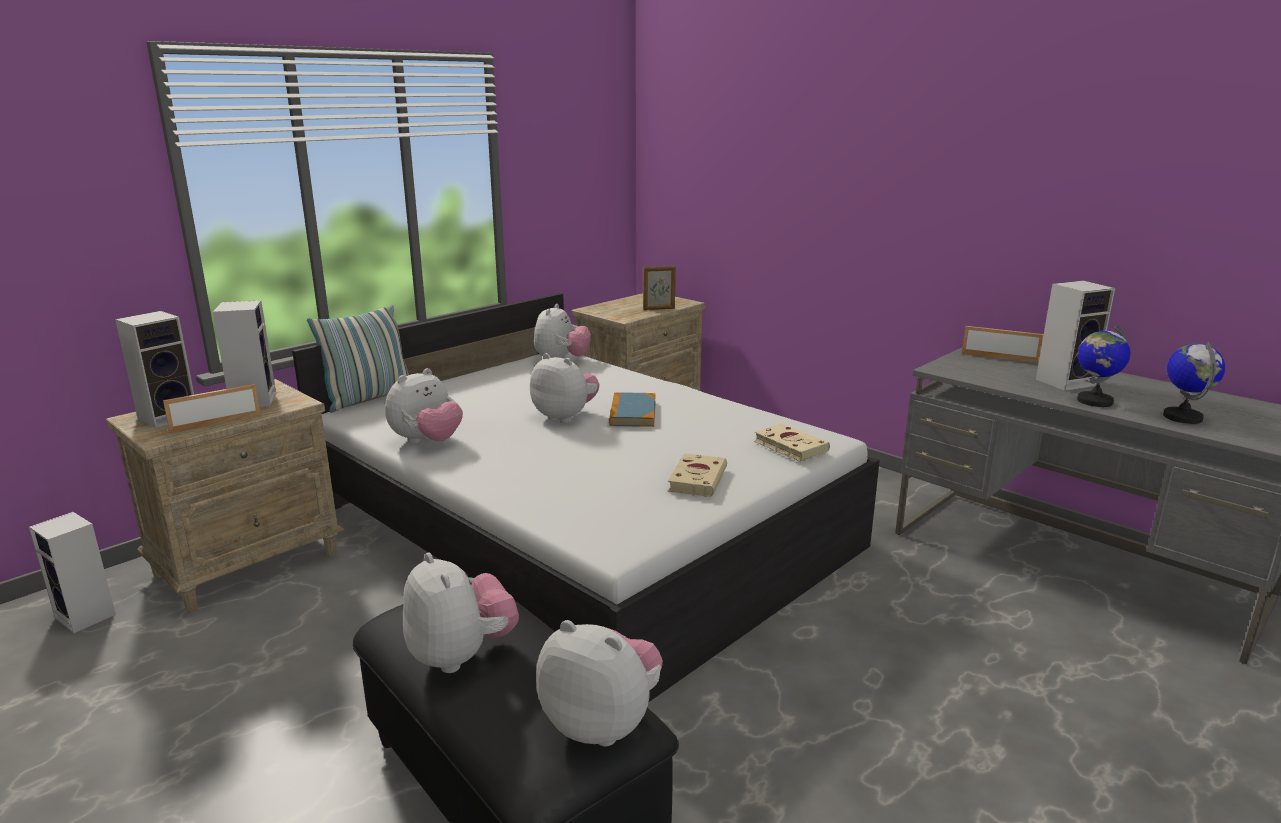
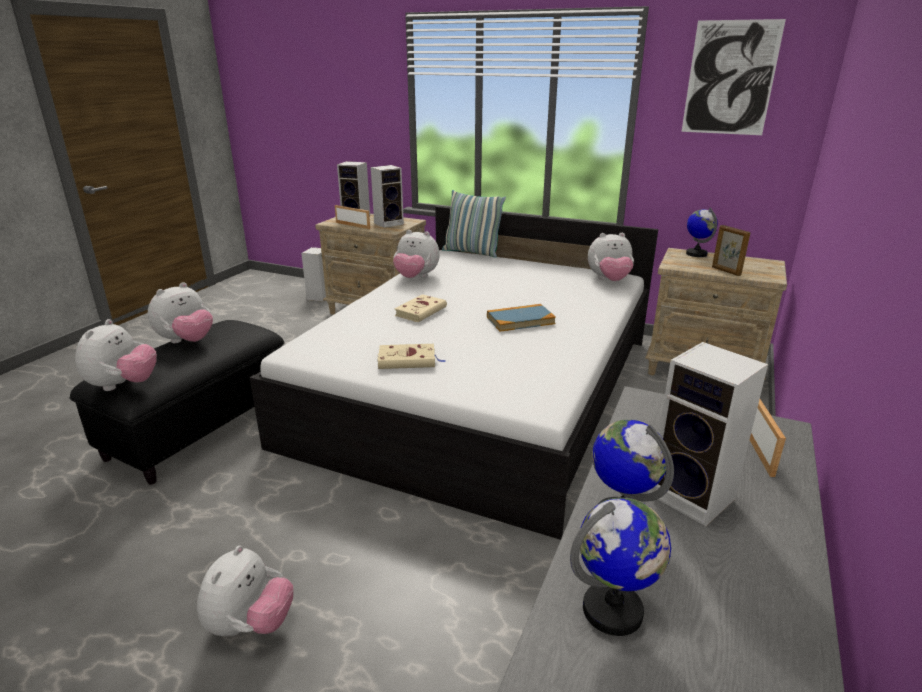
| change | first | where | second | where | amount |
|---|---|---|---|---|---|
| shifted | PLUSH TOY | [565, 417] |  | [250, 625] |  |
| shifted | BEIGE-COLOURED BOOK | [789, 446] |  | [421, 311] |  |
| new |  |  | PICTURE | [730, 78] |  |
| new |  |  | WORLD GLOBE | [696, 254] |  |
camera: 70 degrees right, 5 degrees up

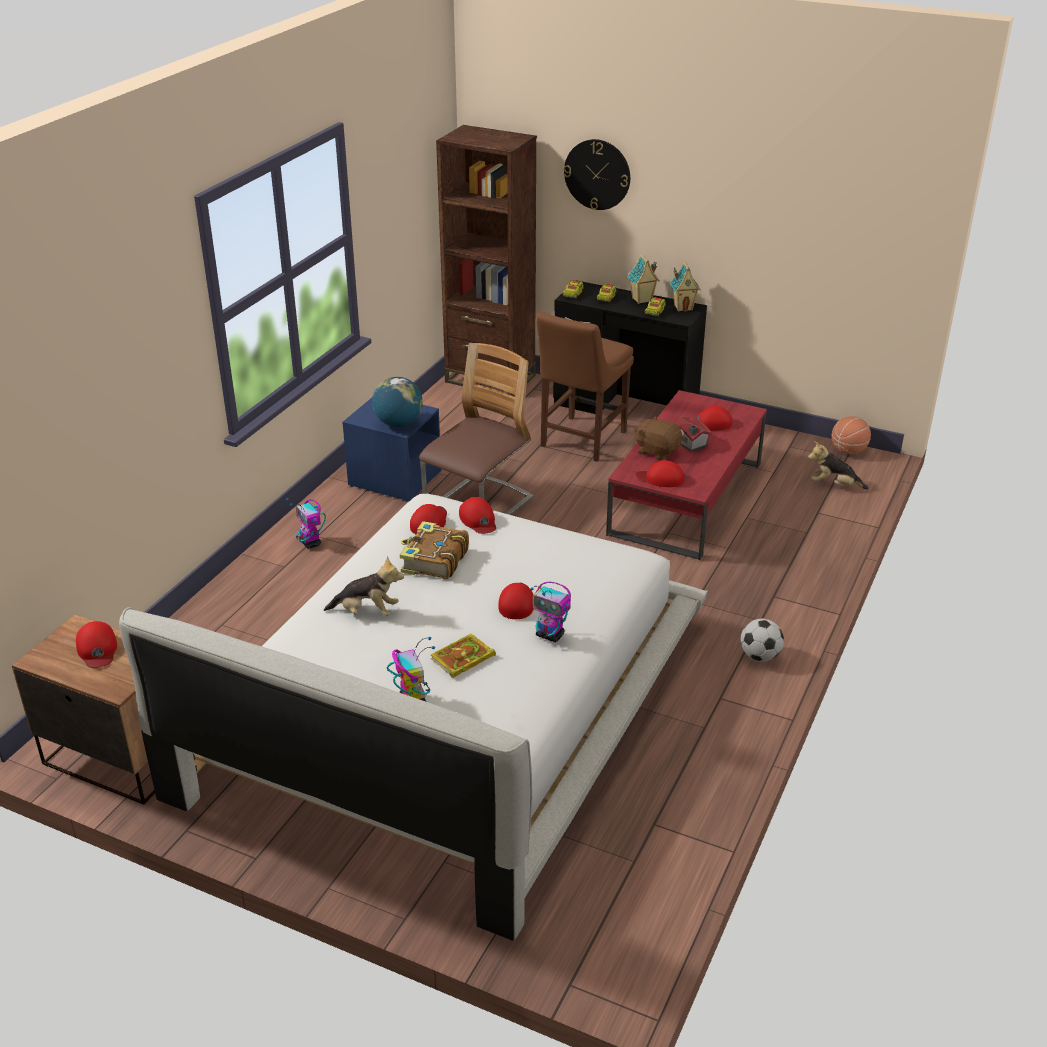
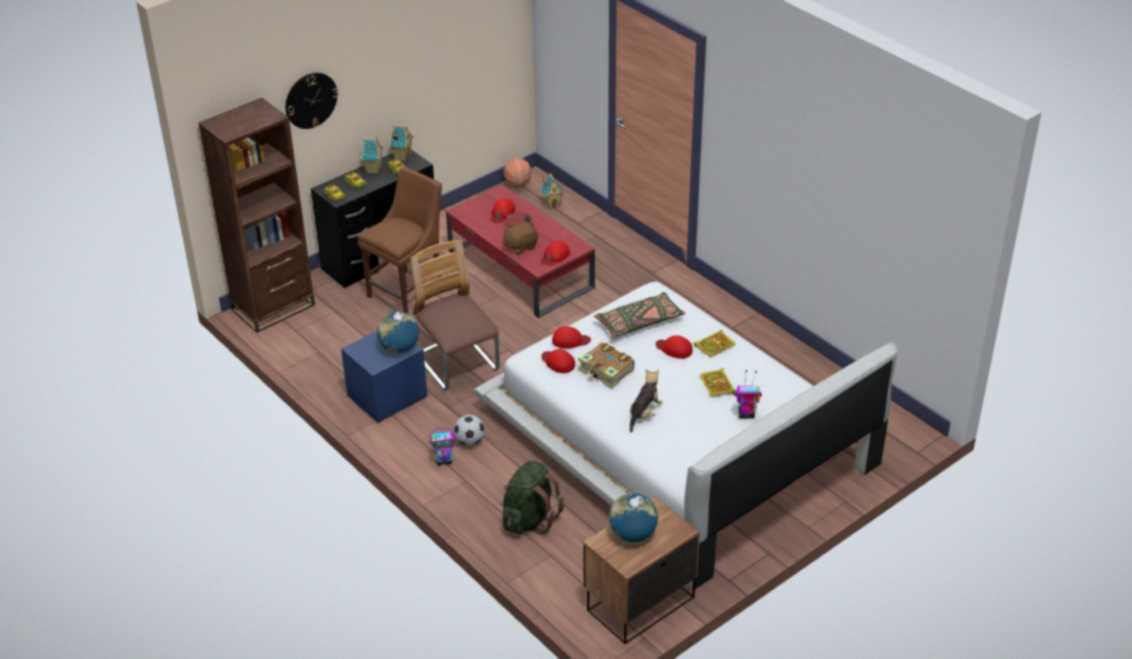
| change | first | where | second | where | amount |
|---|---|---|---|---|---|
| rotated | BROWN UPRIGHT CHAIR | [580, 440] |  | [408, 291] | 105 degrees counterclockwise |
| shifted | FOOTBALL BALL | [759, 656] |  | [470, 441] |  |
| new |  |  | GREEN-COLOURED BACKPACK | [529, 519] |  |
| swapped | PLUSH TOY | [834, 485] | TOY HOUSE | [552, 205] |  |
| new |  |  | GREEN-COLOURED THROW PILLOW | [639, 323] |  |
| swapped | REDDISH BASEBALL CAP | [97, 649] | WORLD GLOBE | [633, 534] |  |
| swapped | ROBOT FIGURE | [550, 635] | BOOK | [715, 345] |  |
camera: 65 degrees left, 5 degrees up

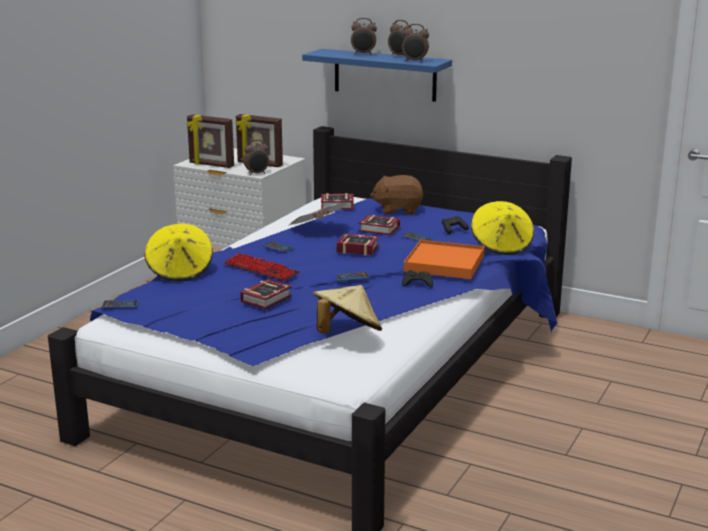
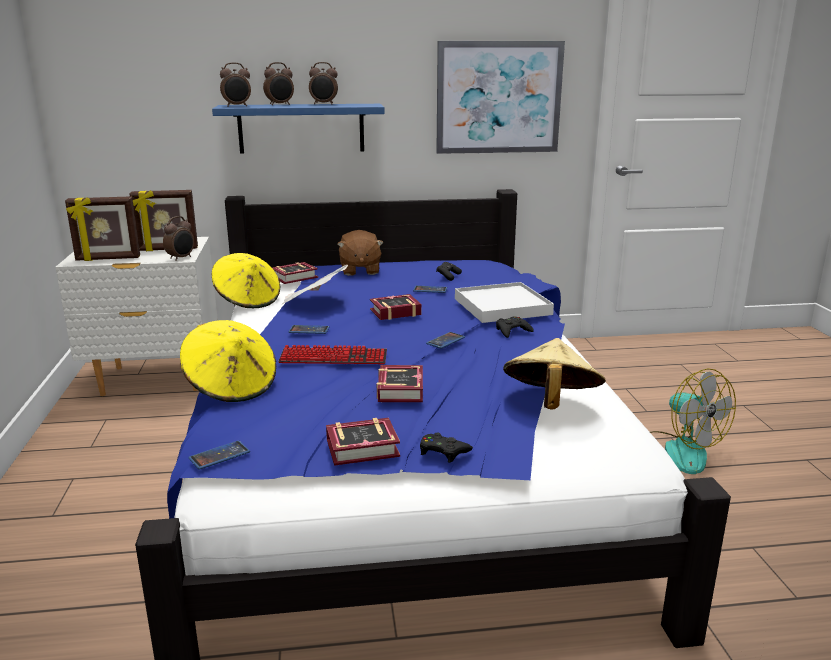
| change | first | where | second | where | amount |
|---|---|---|---|---|---|
| shifted | YELLOW CLOTHING HAT | [501, 246] |  | [248, 301] |  |
| shifted | BEDSIDE CLOCK | [415, 61] |  | [237, 106] |  |
| shifted | BOOK | [380, 230] |  | [366, 449] |  |
| rotated | BROWN PLUSH TOY | [398, 210] |  | [359, 270] | 60 degrees counterclockwise |
| new |  |  | BLACK-COLOURED GAMEPAD | [443, 452] |  |
| new |  |  | PICTURE | [498, 98] |  |
| repainted | ORANGE CARRYING TRAY | [444, 263] | WHITE-COLOURED CARRYING TRAY | [502, 307] |  |
| new |  |  | COOLING FAN | [675, 451] |  |
camera: 35 degrees left, 0 degrees up

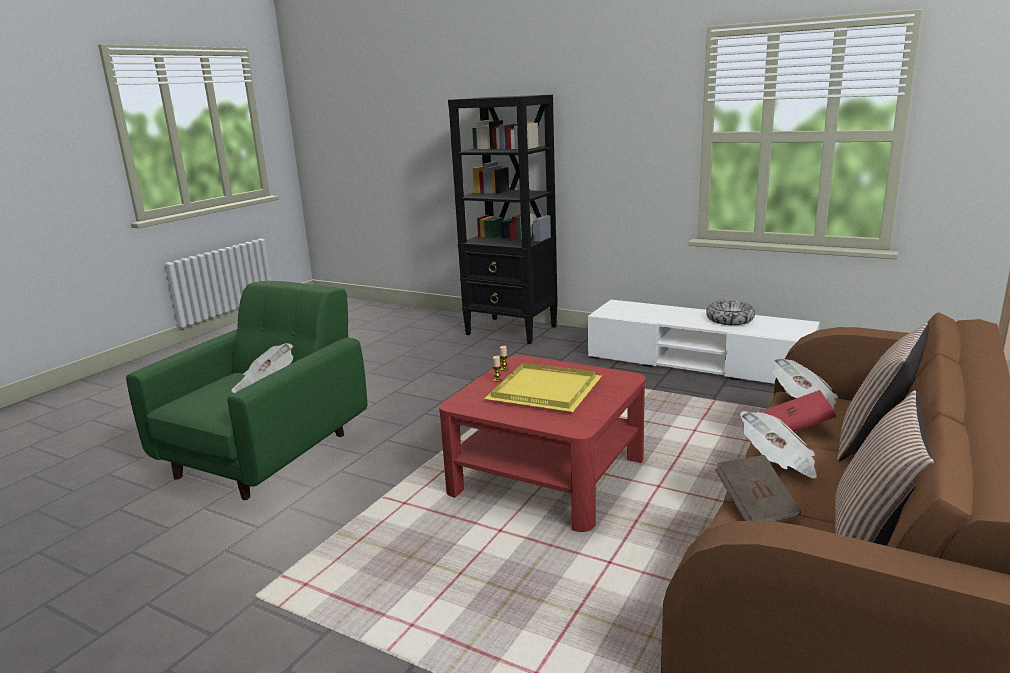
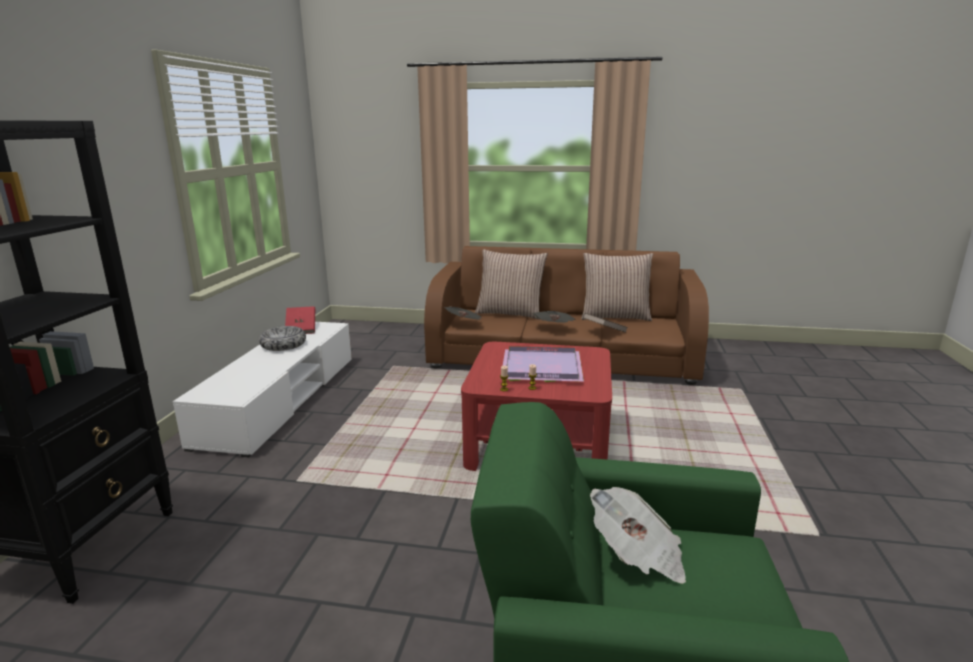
| change | first | where | second | where | amount |
|---|---|---|---|---|---|
| shifted | REDDISH BOOK | [797, 428] |  | [301, 329] |  |
| repainted | YELLOW CARRYING TRAY | [543, 390] | PURPLISH CARRYING TRAY | [540, 368] |  |
camera: 110 degrees left, 0 degrees up

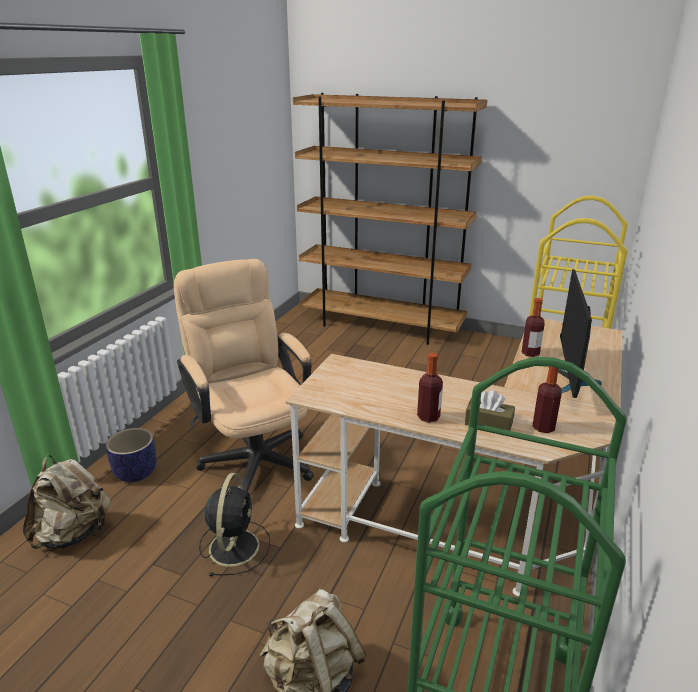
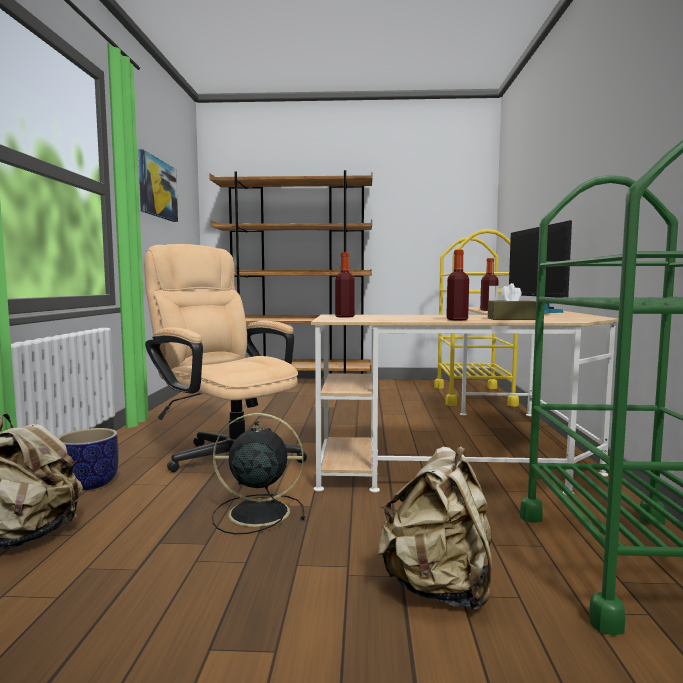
| change | first | where | second | where | amount |
|---|---|---|---|---|---|
| new |  |  | PICTURE | [157, 188] |  |
| rotated | BLACK-COLOURED COOLING FAN | [234, 545] |  | [256, 513] | 75 degrees counterclockwise |
| shifted | BEVERAGE BOTTLE | [543, 427] |  | [344, 317] |  |
camera: 20 degrees left, 20 degrees down

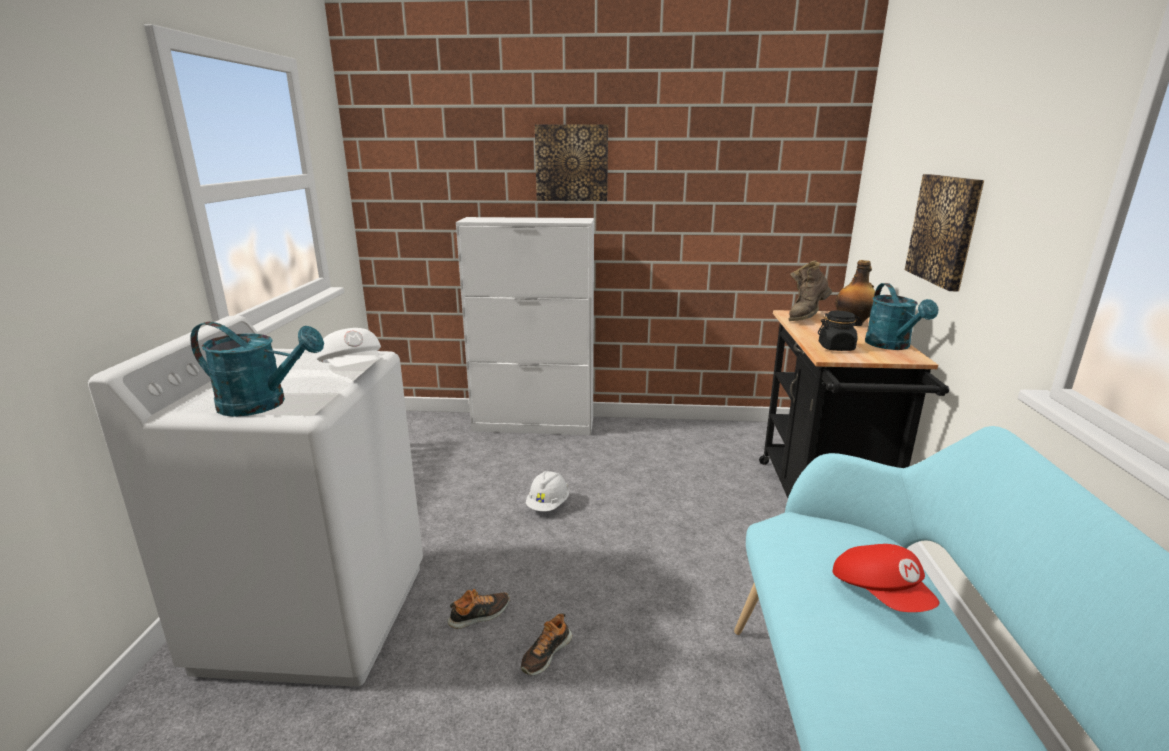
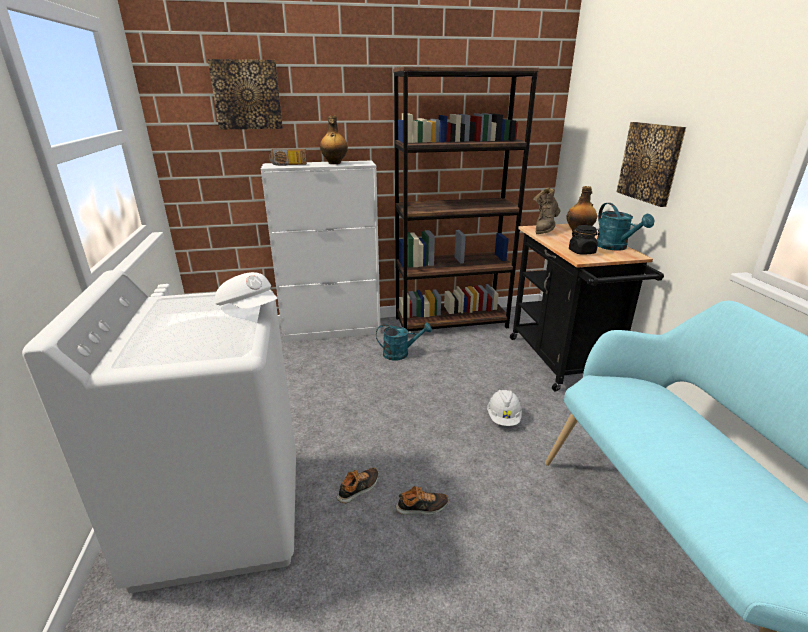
| change | first | where | second | where | amount |
|---|---|---|---|---|---|
| shifted | PICTURE | [572, 163] |  | [247, 95] |  |
| new |  |  | RADIO SET | [288, 165] |  |
| new |  |  | BEVERAGE BOTTLE | [334, 163] |  |
| shifted | TURQUOISE-COLOURED SPRINKLING CAN | [263, 404] |  | [401, 353] |  |
| new |  |  | BROWN BOOKCASE | [451, 322] |  |
| rotated | ITEM OF FOOTWEAR | [545, 653] |  | [422, 507] | 120 degrees counterclockwise |
| shifted | WHITE-COLOURED SAFETY HELMET | [548, 505] |  | [503, 418] |  |
| gone | REDDISH BASEBALL CAP | [881, 594] |  |  |  |
camera: 15 degrees left, 5 degrees up

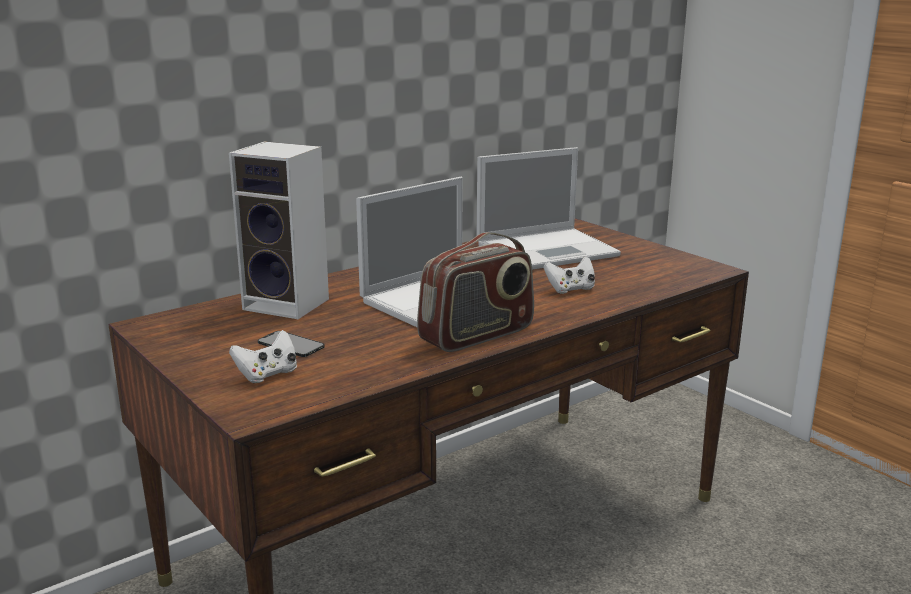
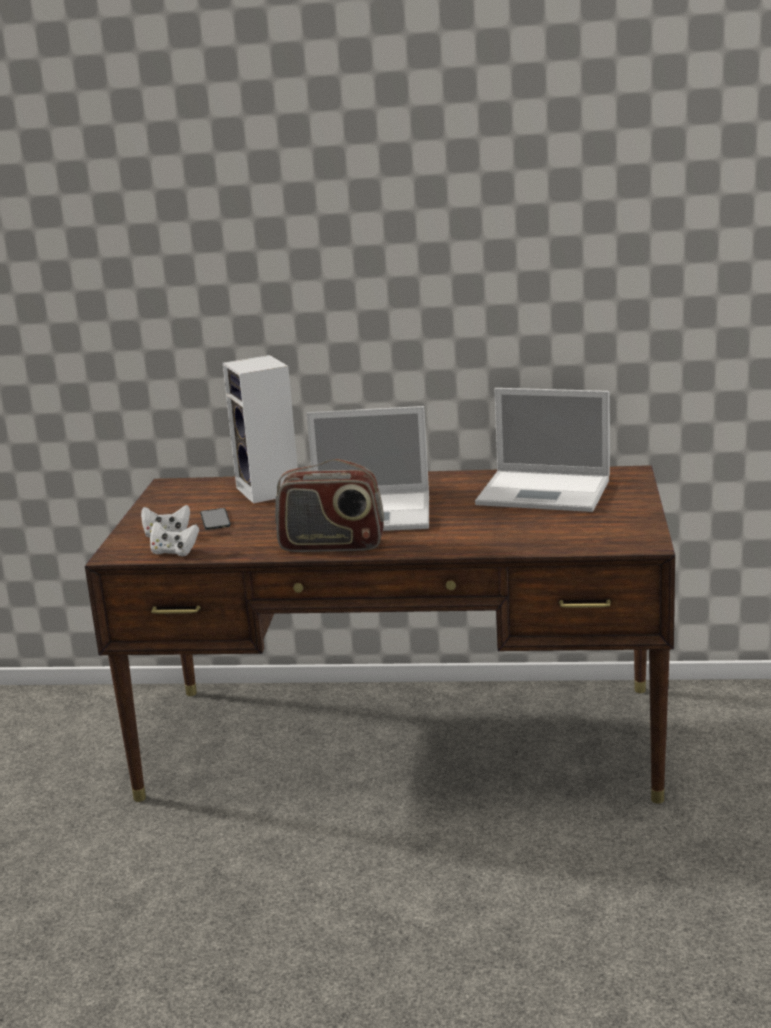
| change | first | where | second | where | amount |
|---|---|---|---|---|---|
| shifted | WHITE-COLOURED GAMEPAD | [570, 289] |  | [174, 552] |  |
camera: 45 degrees right, 0 degrees up

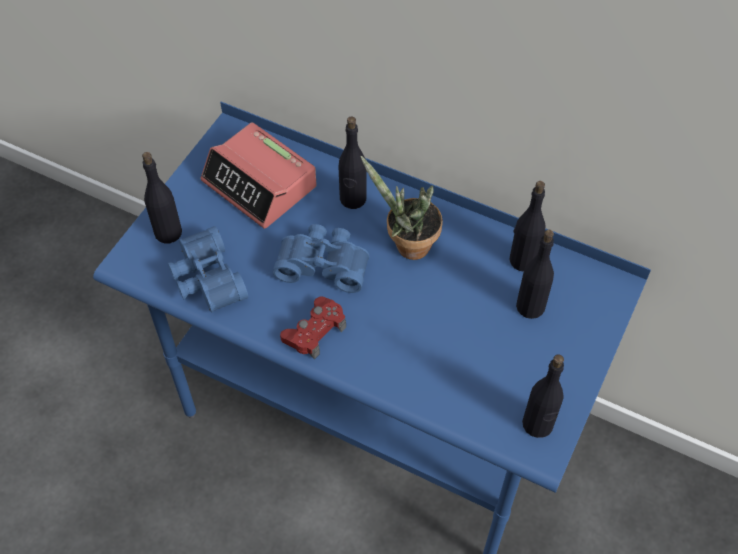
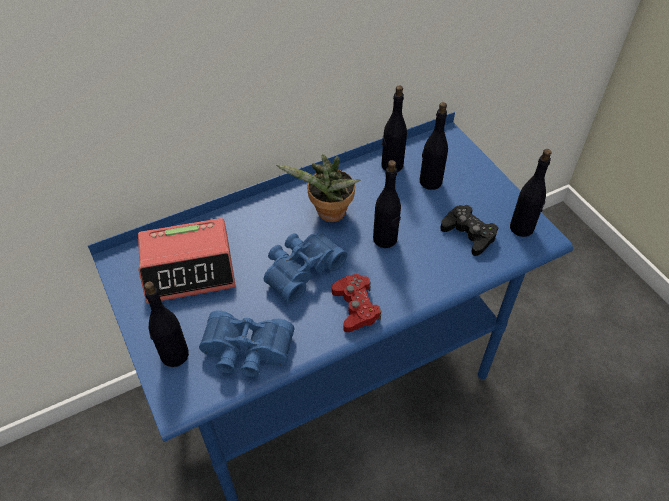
| change | first | where | second | where | amount |
|---|---|---|---|---|---|
| shifted | BLACK-COLOURED BEVERAGE BOTTLE | [353, 199] |  | [385, 239] |  |
| new |  |  | BLACK-COLOURED GAMEPAD | [468, 234] |  |
camera: 55 degrees left, 5 degrees down

